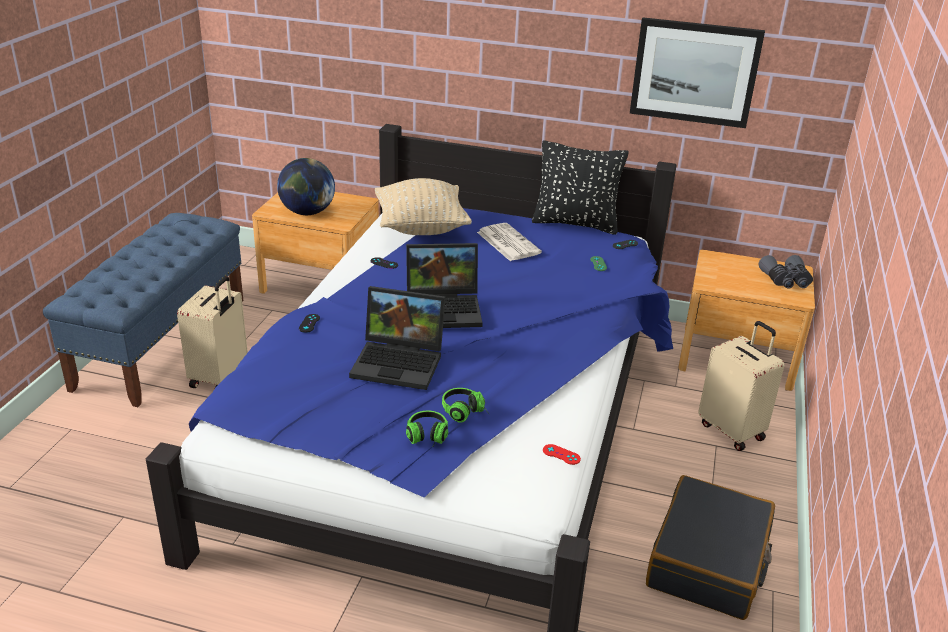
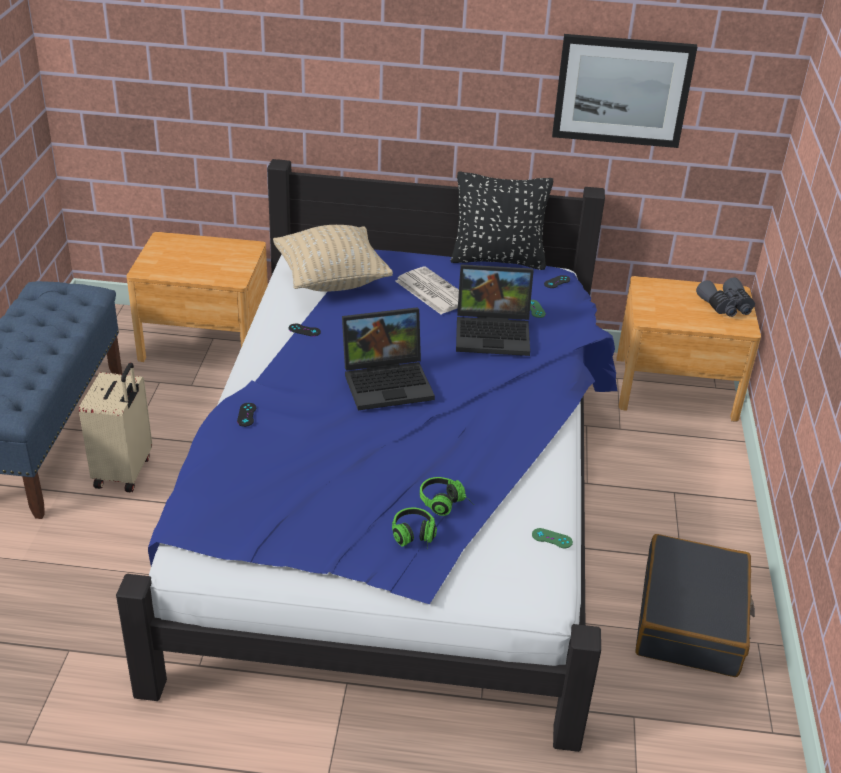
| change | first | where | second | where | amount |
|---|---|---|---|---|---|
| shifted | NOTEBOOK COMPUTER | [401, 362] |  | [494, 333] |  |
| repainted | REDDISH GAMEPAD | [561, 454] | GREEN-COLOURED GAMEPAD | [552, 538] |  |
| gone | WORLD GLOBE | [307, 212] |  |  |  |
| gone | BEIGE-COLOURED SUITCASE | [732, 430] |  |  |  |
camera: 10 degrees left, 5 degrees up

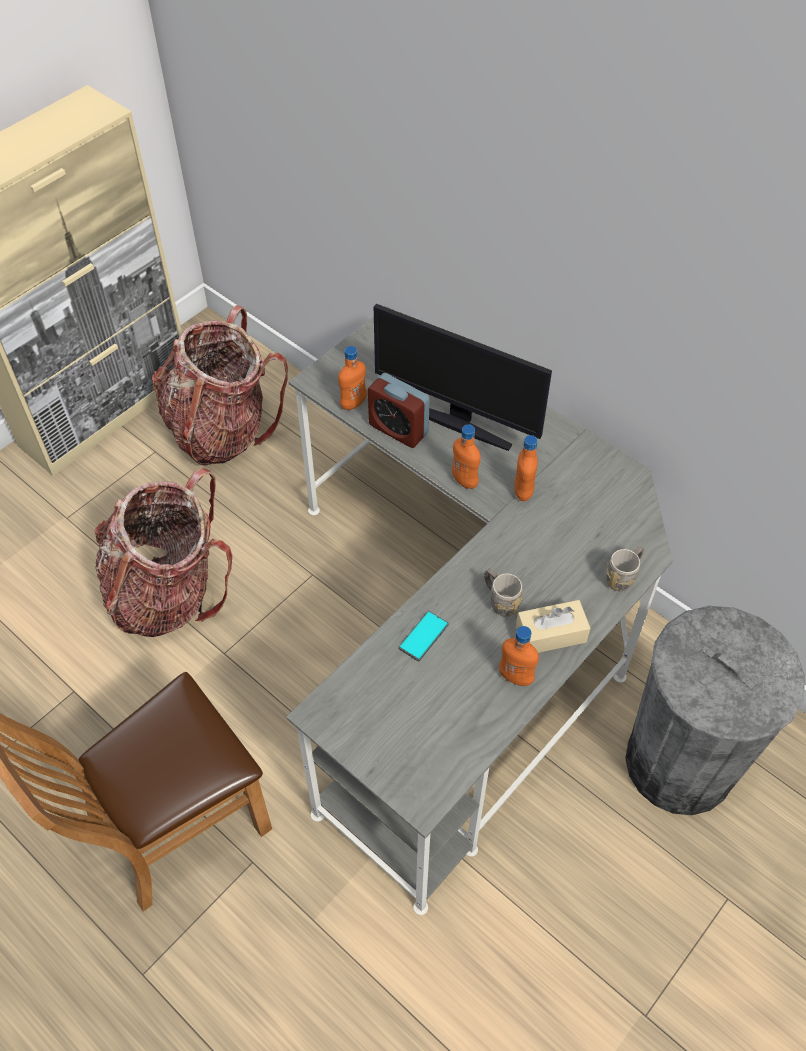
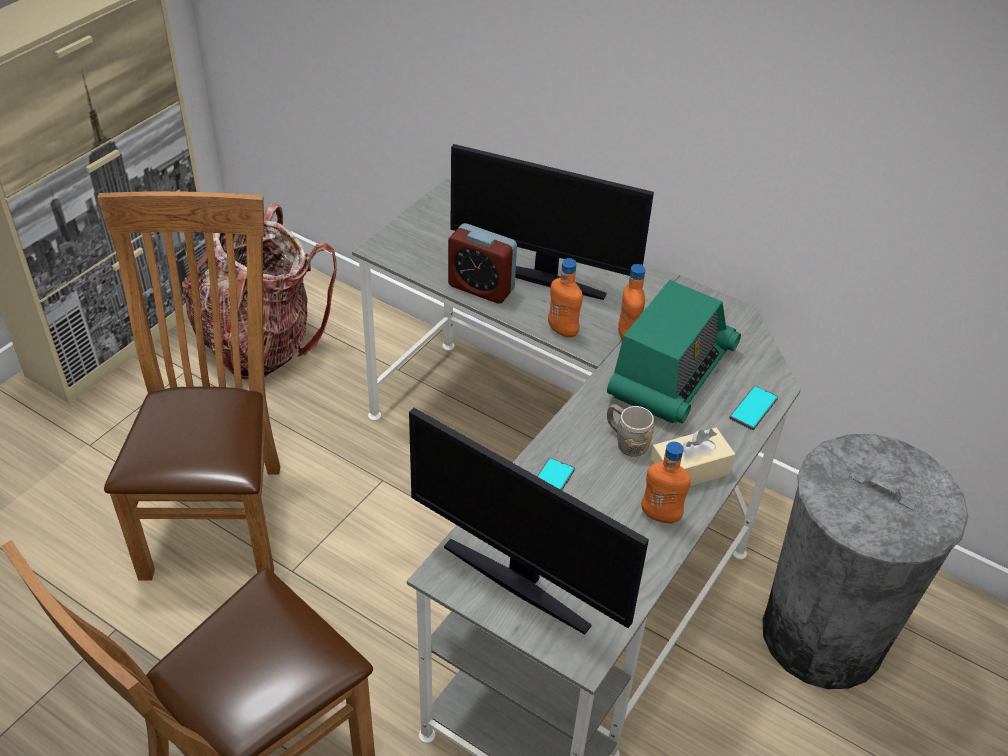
| change | first | where | second | where | amount |
|---|---|---|---|---|---|
| swapped | BACKPACK | [169, 592] | BROWN UPRIGHT CHAIR | [220, 512] |  |
| new |  |  | COMPUTER DISPLAY | [518, 582] |  |
| new |  |  | RADIO SET | [671, 374] |  |
| swapped | GRAY TEA MUG | [623, 577] | HANDSET | [753, 408] |  |
| gone | ORANGE BEVERAGE BOTTLE | [353, 403] |  |  |  |
camera: 10 degrees left, 10 degrees down

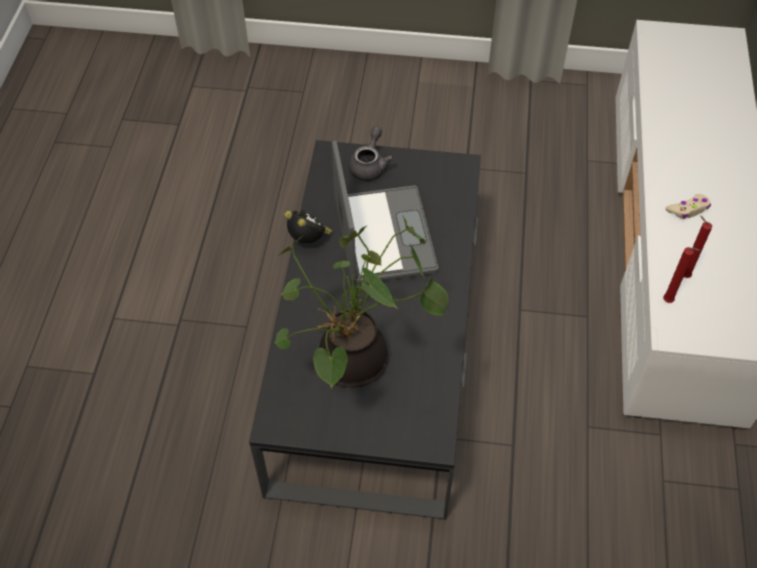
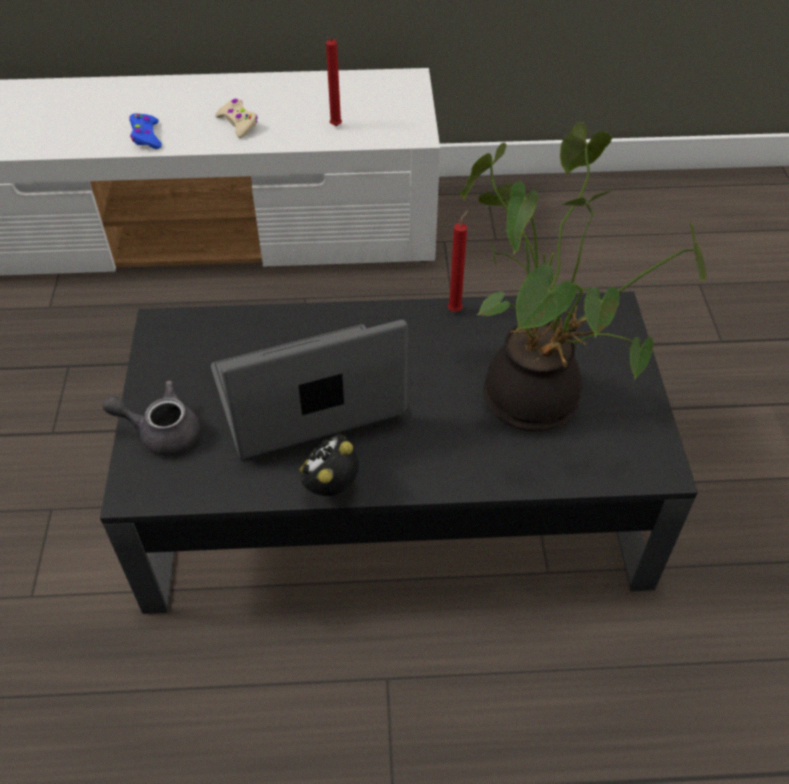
| change | first | where | second | where | amount |
|---|---|---|---|---|---|
| new |  |  | BLUE-COLOURED GAMEPAD | [146, 137] |  |
| shifted | REDDISH CANDLE | [669, 302] |  | [456, 309] |  |
camera: 100 degrees left, 5 degrees down

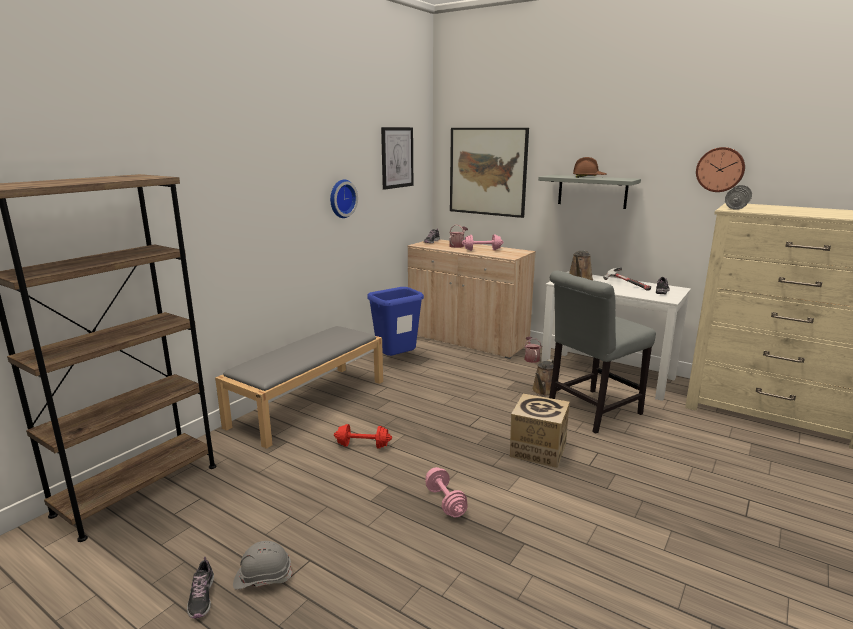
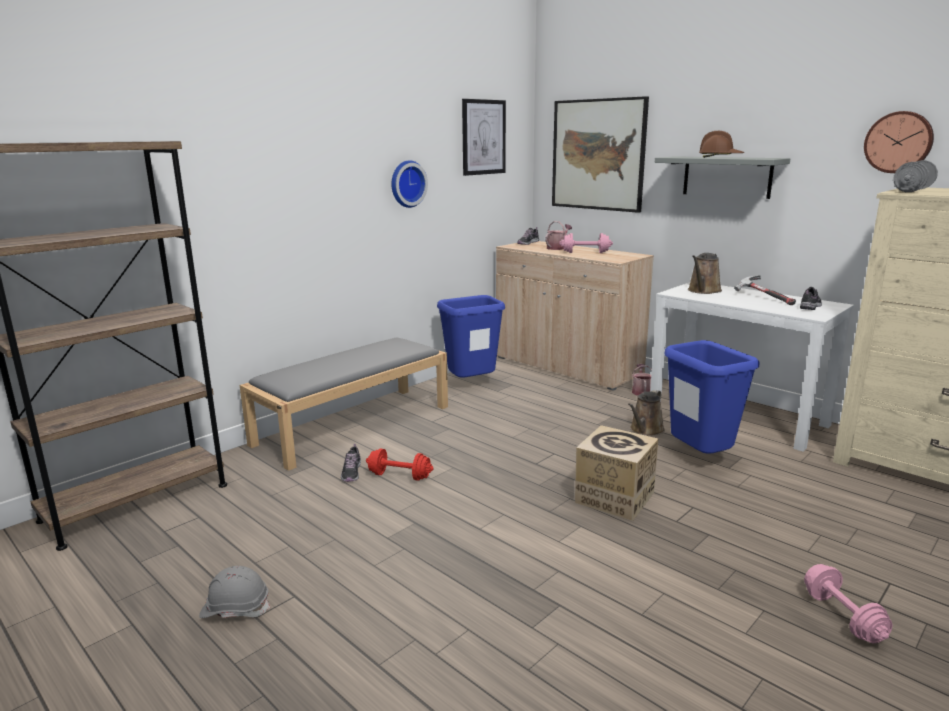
| change | first | where | second | where | amount |
|---|---|---|---|---|---|
| shifted | ITEM OF FOOTWEAR | [201, 597] |  | [351, 472] |  |
| swapped | GRAY UPRIGHT CHAIR | [590, 412] | BLUE-COLOURED TRASH CAN | [699, 459] |  |
| shifted | PINK HAND WEIGHT | [445, 502] |  | [842, 617] |  |
camera: 10 degrees right, 0 degrees up

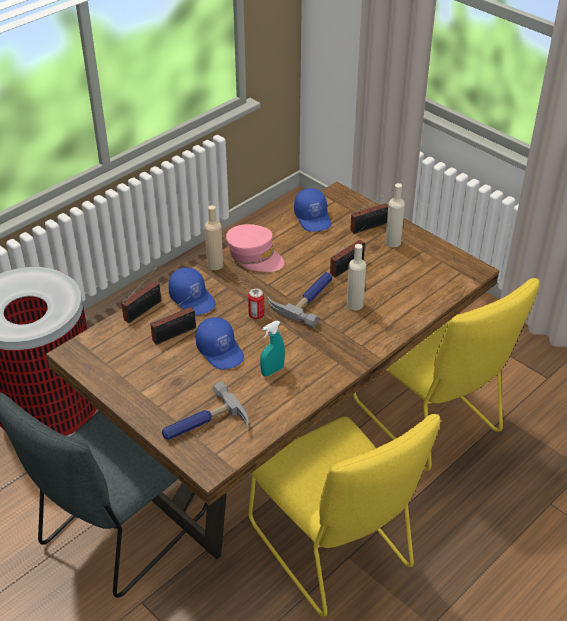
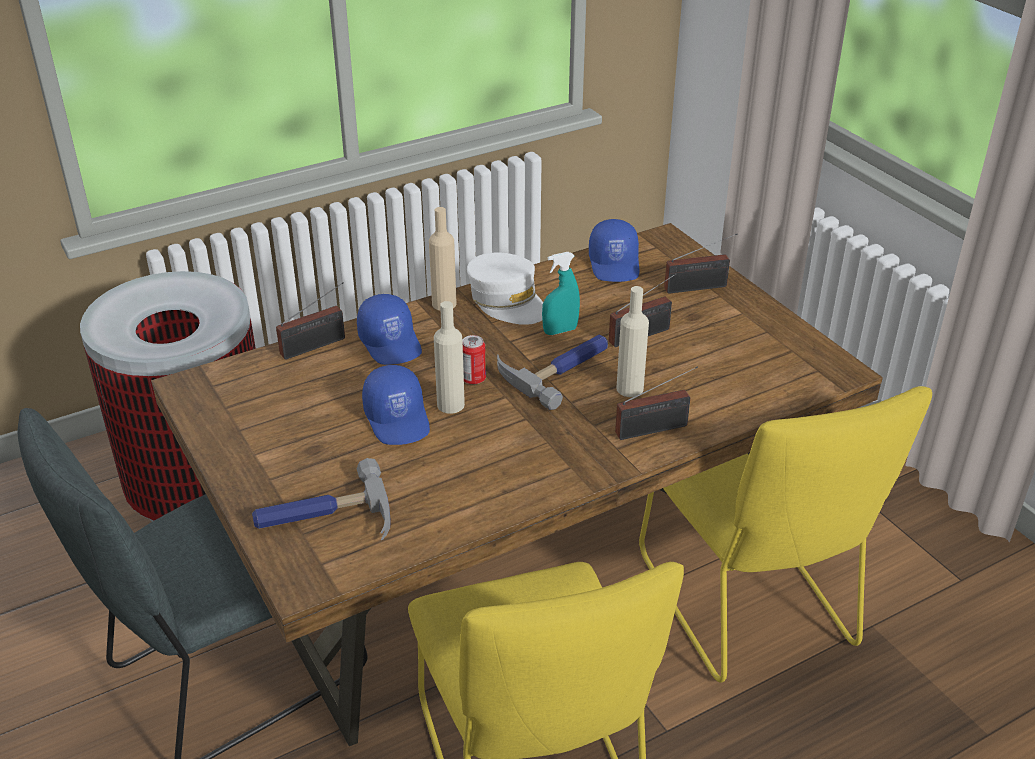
| change | first | where | second | where | amount |
|---|---|---|---|---|---|
| shifted | BEIGE-COLOURED BEVERAGE BOTTLE | [393, 242] |  | [450, 405] |  |
| repainted | PINK BASEBALL CAP | [255, 256] | WHITE-COLOURED BASEBALL CAP | [507, 301] |  |
| shifted | TURQUOISE-COLOURED HAND SPRAYER | [272, 371] |  | [560, 331] |  |
| shifted | RADIO SET | [177, 333] |  | [655, 429] |  |
camera: 15 degrees right, 5 degrees down

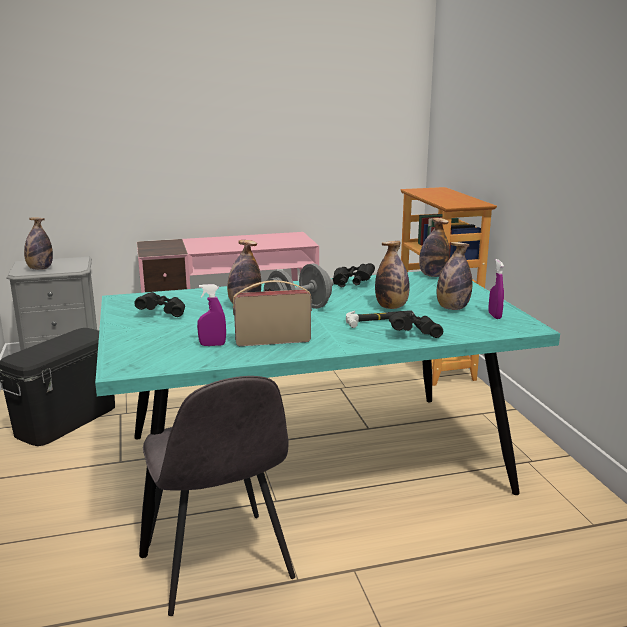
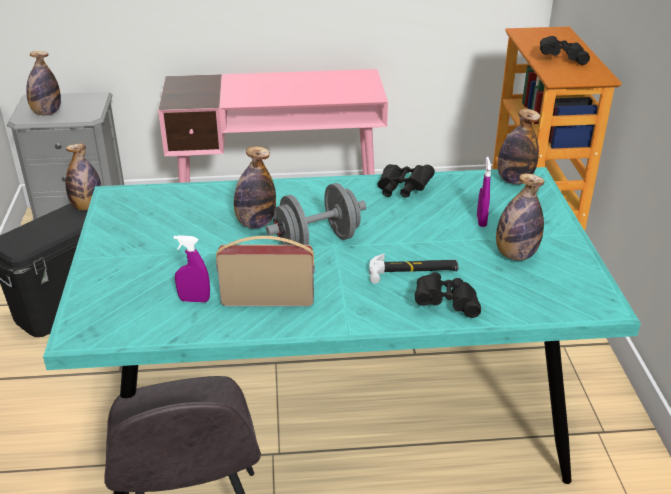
| change | first | where | second | where | amount |
|---|---|---|---|---|---|
| shifted | BEVERAGE BOTTLE | [391, 307] |  | [87, 206] |  |
| shifted | PURPLISH HAND SPRAYER | [494, 316] |  | [481, 220] |  |
| shifted | BLACK-COLOURED PAIR OF BINOCULARS | [162, 313] |  | [561, 59] |  |
camera: 10 degrees right, 15 degrees up

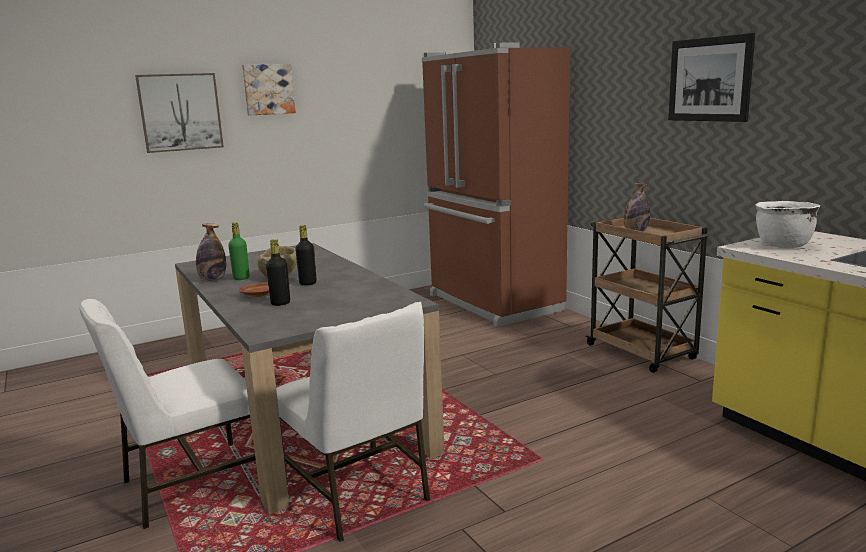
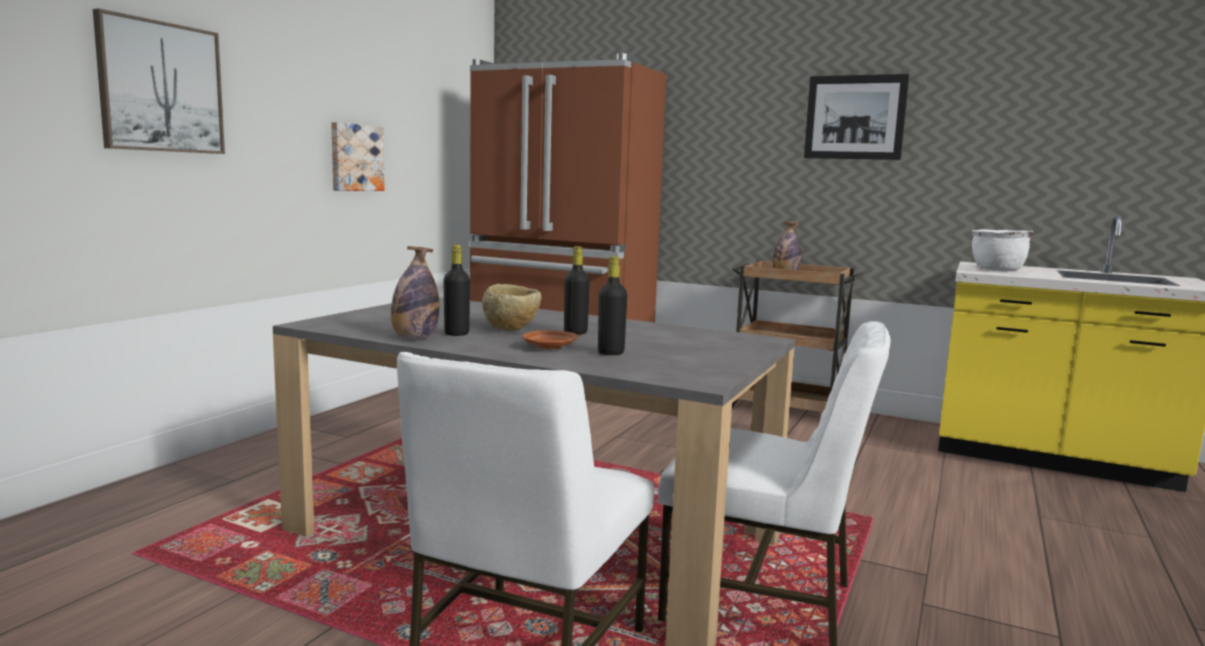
| change | first | where | second | where | amount |
|---|---|---|---|---|---|
| shifted | PICTURE | [268, 89] |  | [355, 157] |  |
| repainted | GREEN-COLOURED BEVERAGE BOTTLE | [241, 278] | BLACK-COLOURED BEVERAGE BOTTLE | [456, 334] |  |
camera: 35 degrees left, 5 degrees down

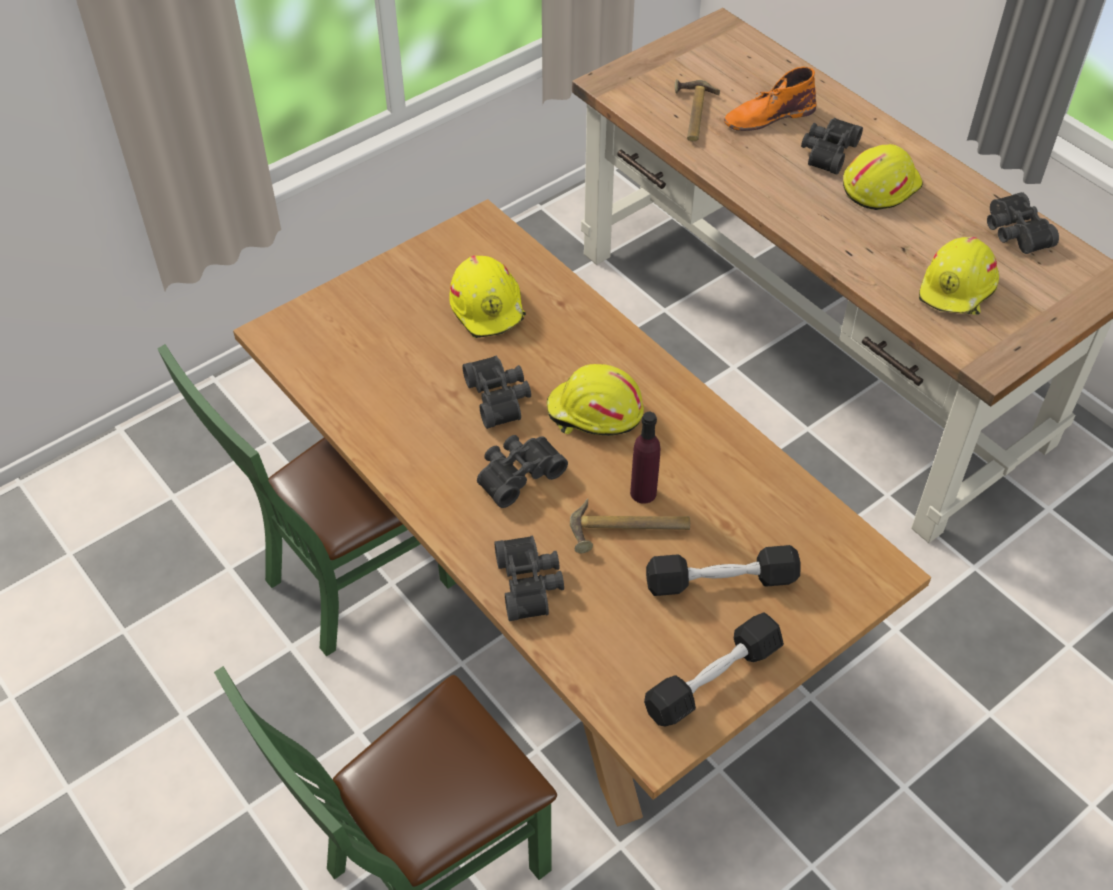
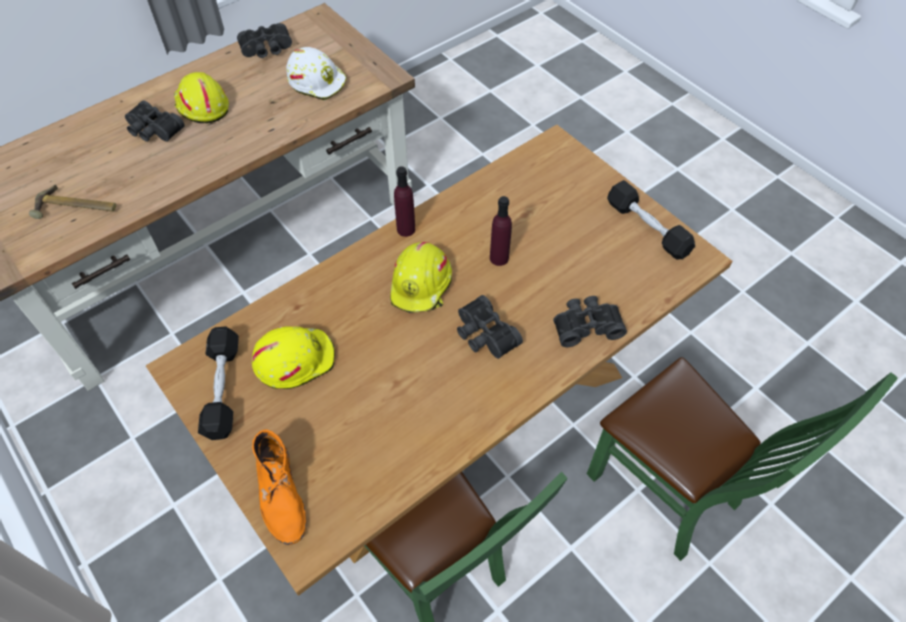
| change | first | where | second | where | amount |
|---|---|---|---|---|---|
| shifted | BLACK-COLOURED HAND WEIGHT | [720, 581] |  | [223, 389] |  |
| shifted | ORANGE HIGH-TOP BOOT | [768, 116] |  | [281, 494] |  |
| repainted | YELLOW SAFETY HELMET | [958, 289] | WHITE-COLOURED SAFETY HELMET | [317, 81] |  |
| new |  |  | PURPLISH BEVERAGE BOTTLE | [406, 229] |  |
| gone | BLACK-COLOURED PAIR OF BINOCULARS | [500, 397] |  |  |  |
| gone | TOOL HAMMER | [629, 532] |  |  |  |
camera: 90 degrees left, 5 degrees up

